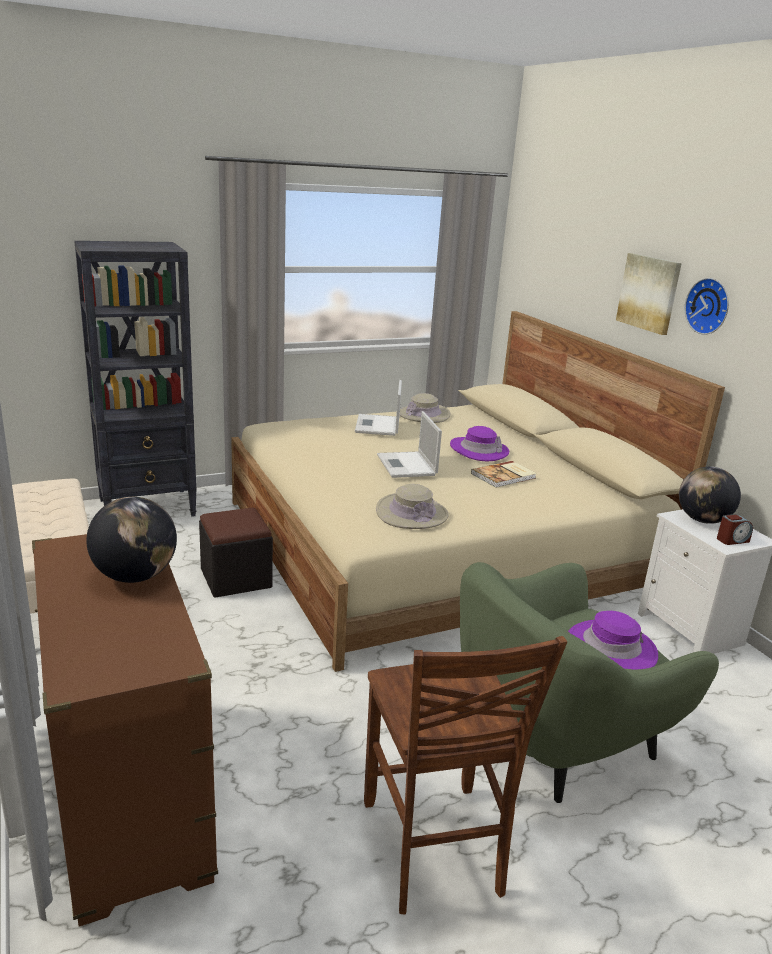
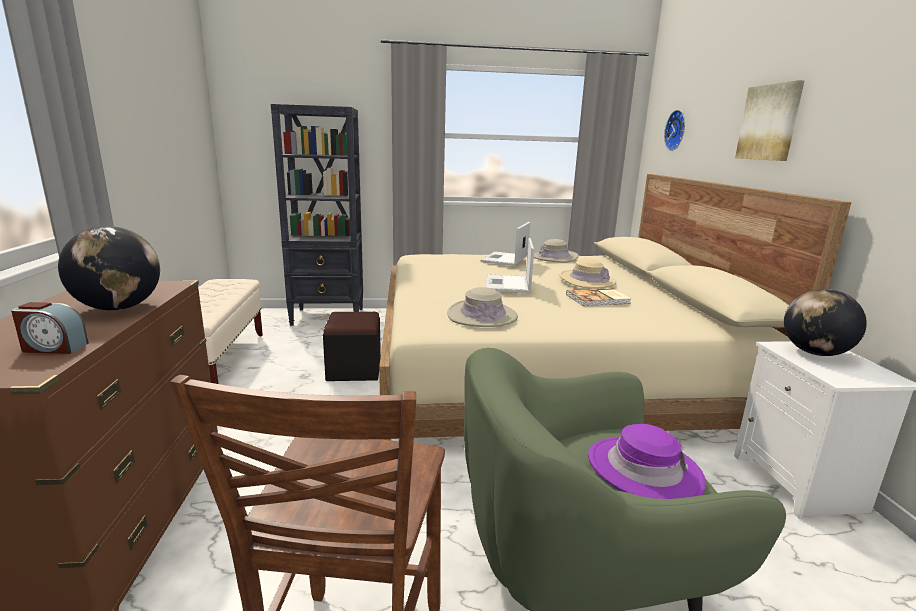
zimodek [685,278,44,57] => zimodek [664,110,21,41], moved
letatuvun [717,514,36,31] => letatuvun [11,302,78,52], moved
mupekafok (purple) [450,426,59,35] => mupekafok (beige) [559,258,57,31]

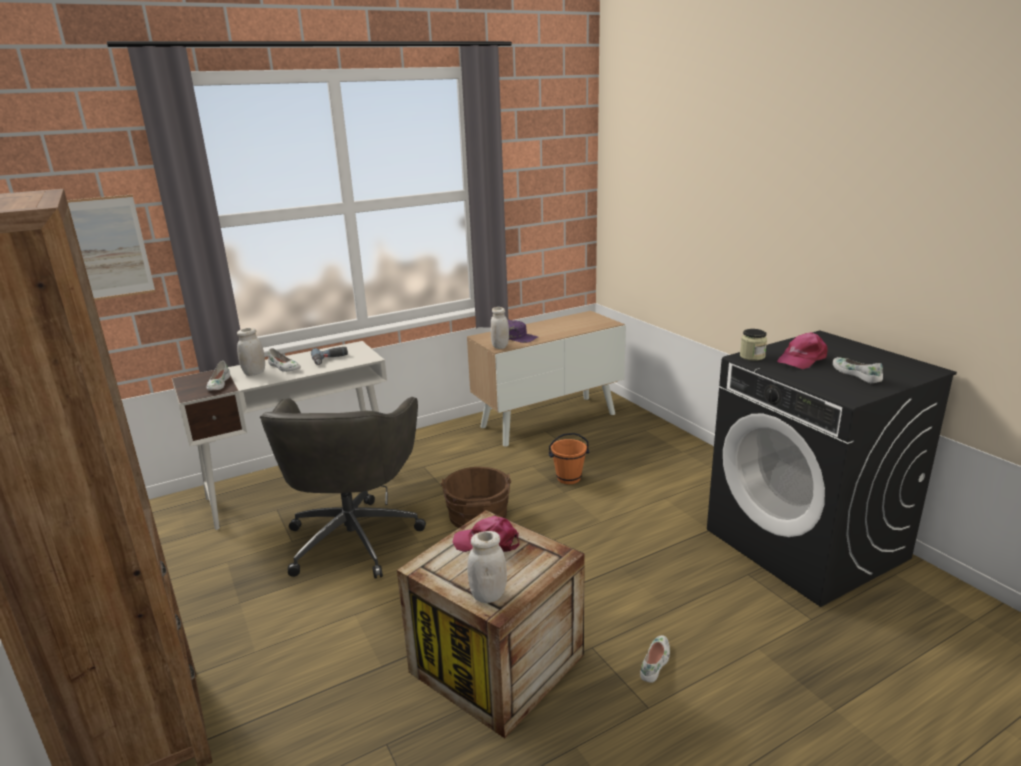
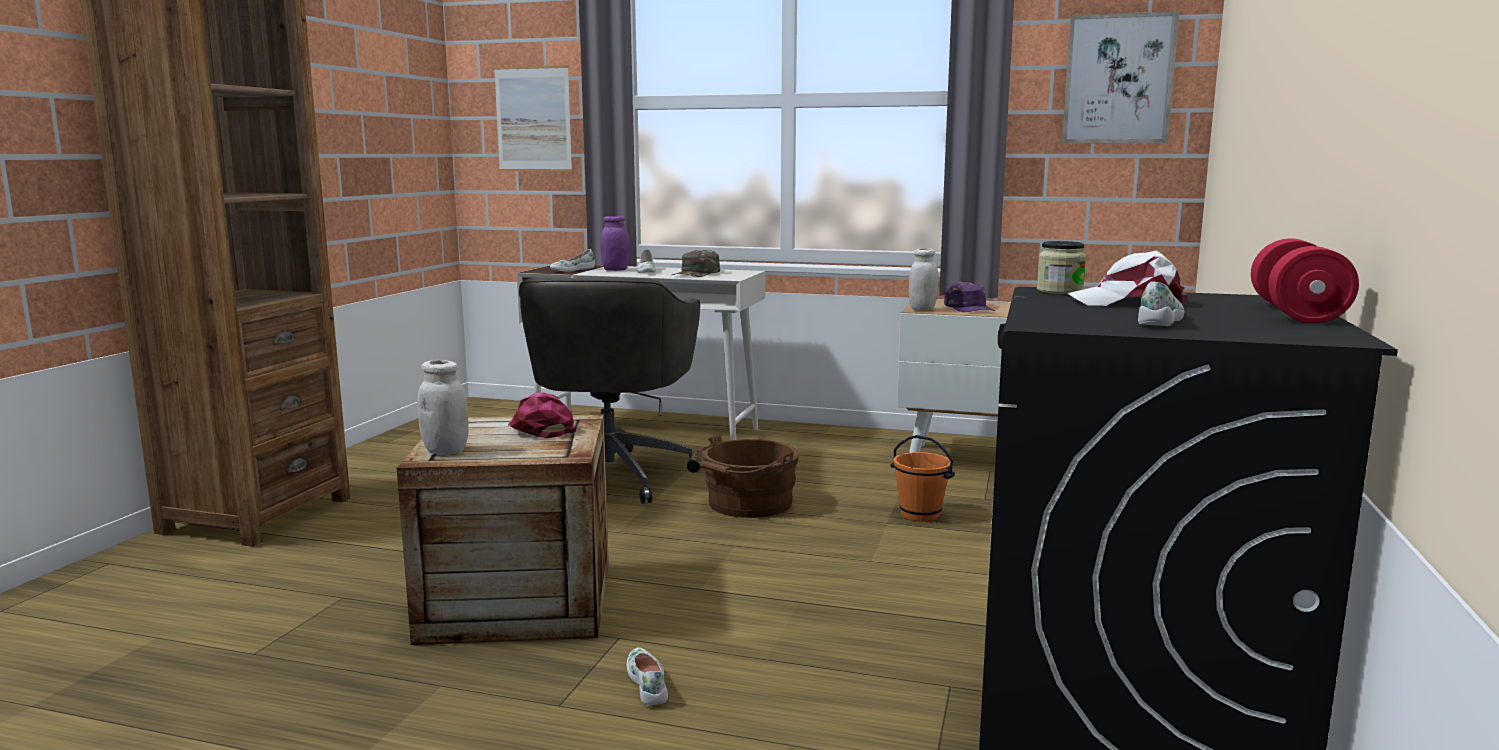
nothing => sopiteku [1062,11,118,133]
nothing => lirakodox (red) [1251,238,108,85]
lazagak [311,347,37,18] => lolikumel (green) [672,250,48,27]
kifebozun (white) [237,328,28,48] => kifebozun (purple) [601,216,29,55]
lolikumel (pink) [777,332,51,37] => lolikumel (white) [1068,250,120,56]
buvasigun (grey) [260,397,166,182] => buvasigun (grey) [519,278,182,226], 45 degrees counterclockwise
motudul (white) [640,635,30,48] => motudul (white) [627,647,41,58], 90 degrees counterclockwise

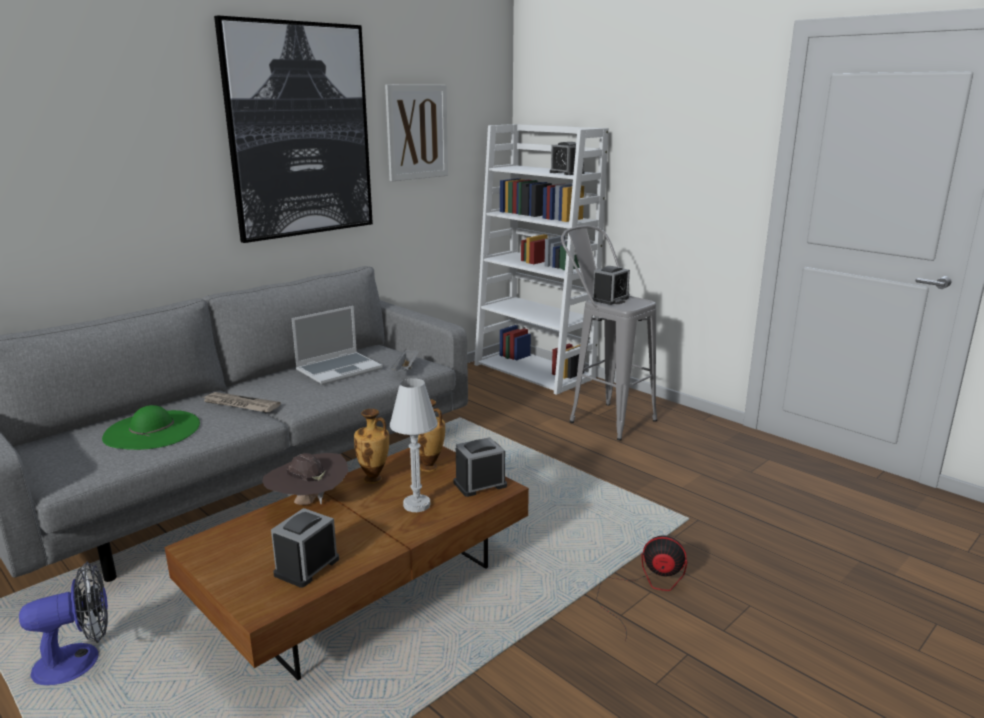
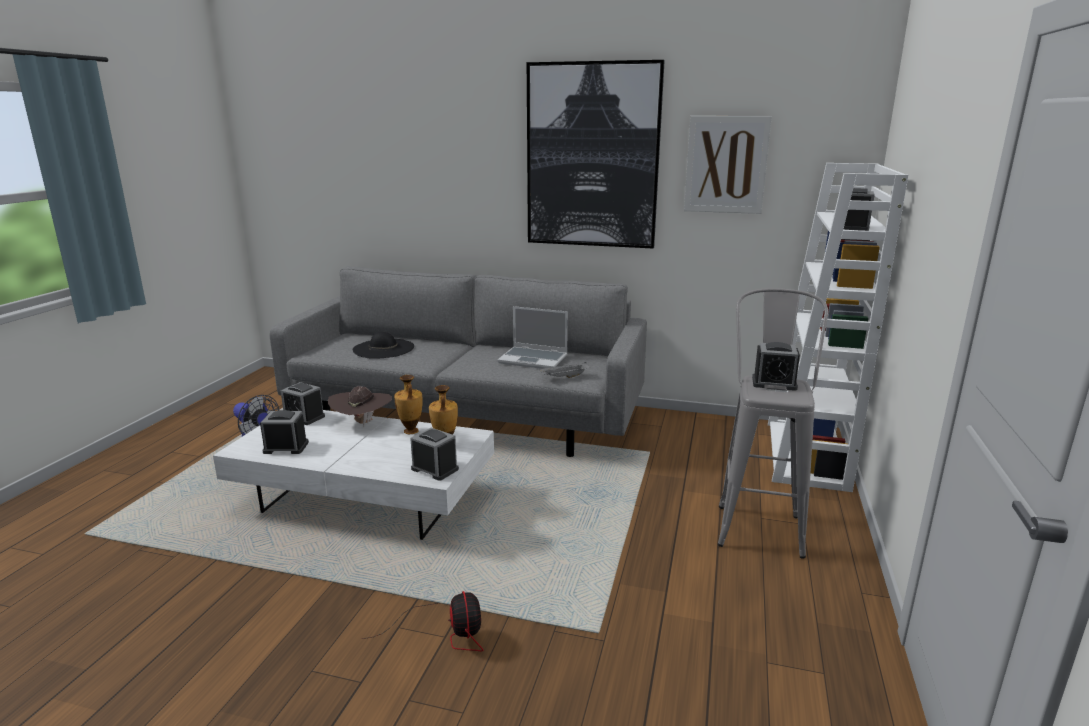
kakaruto [203,392,78,20] => nothing
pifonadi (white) [390,378,48,134] => nothing
nothing => letatuvun [280,382,45,43]
mupekafok (green) [102,405,98,45] => mupekafok (black) [352,331,62,28]
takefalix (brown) [165,446,364,234] => takefalix (white) [213,410,281,130]

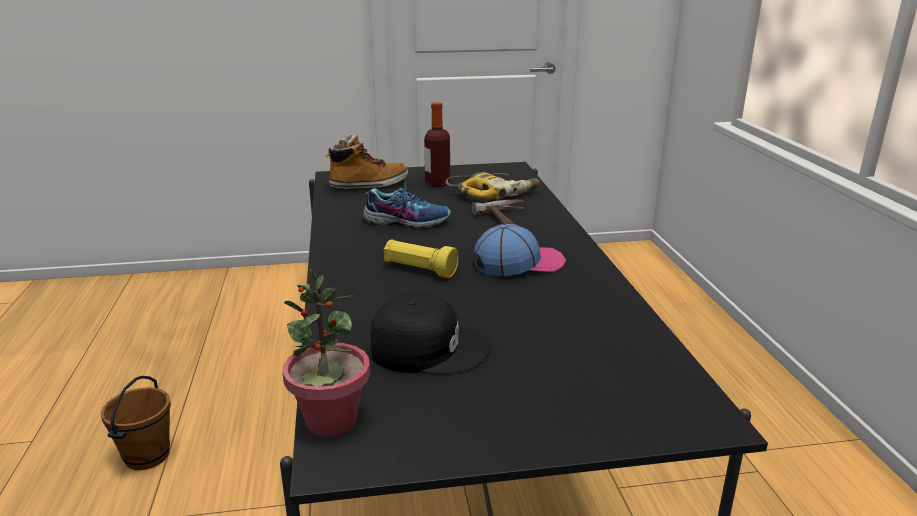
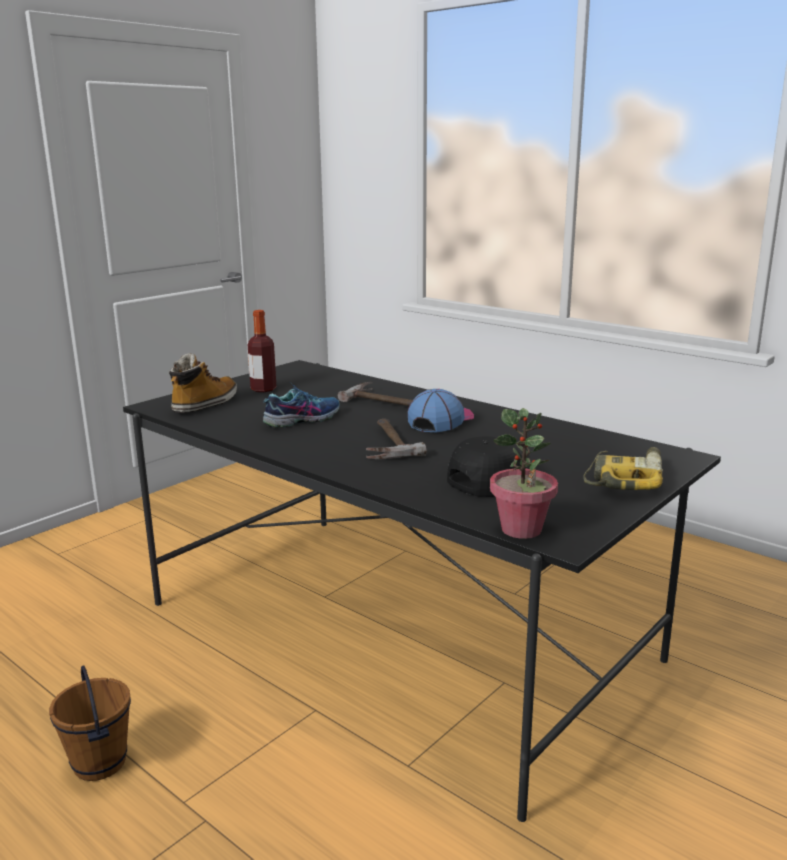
lazagak [445,172,95,28] => lazagak [583,447,80,43], moved
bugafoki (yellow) [384,239,75,39] => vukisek [366,419,61,40]

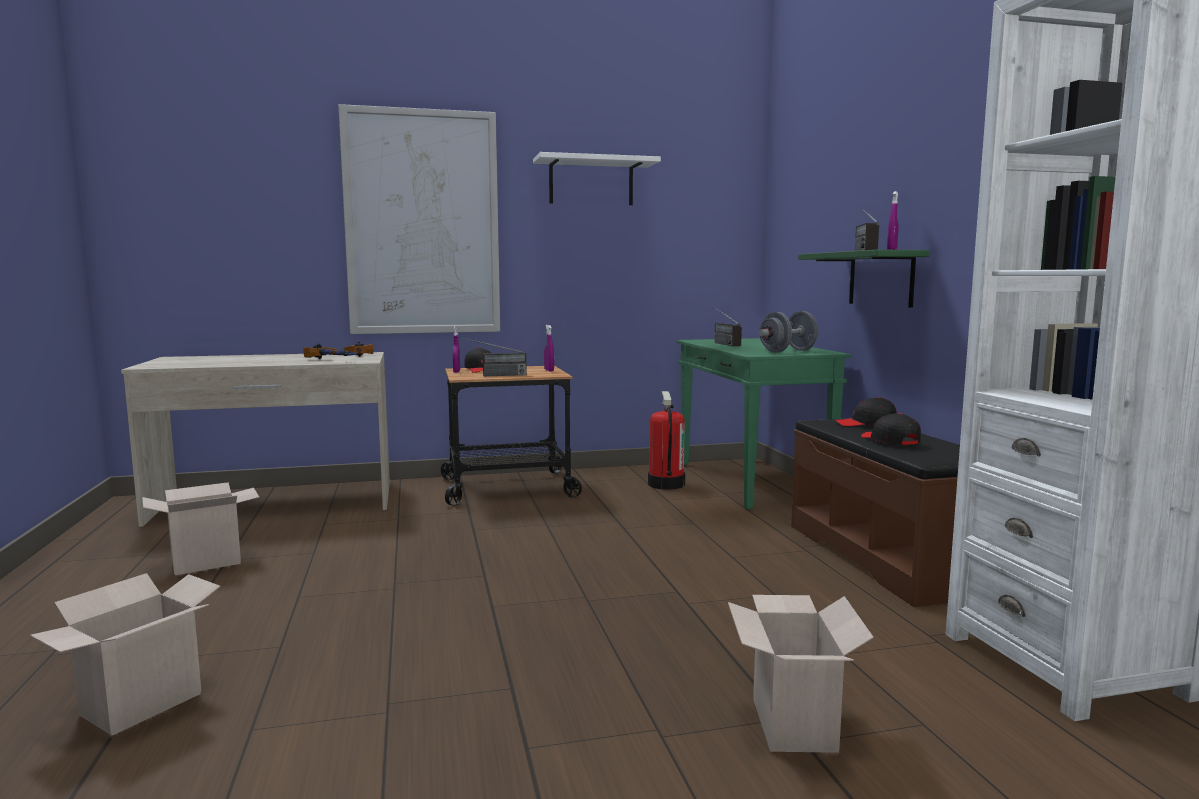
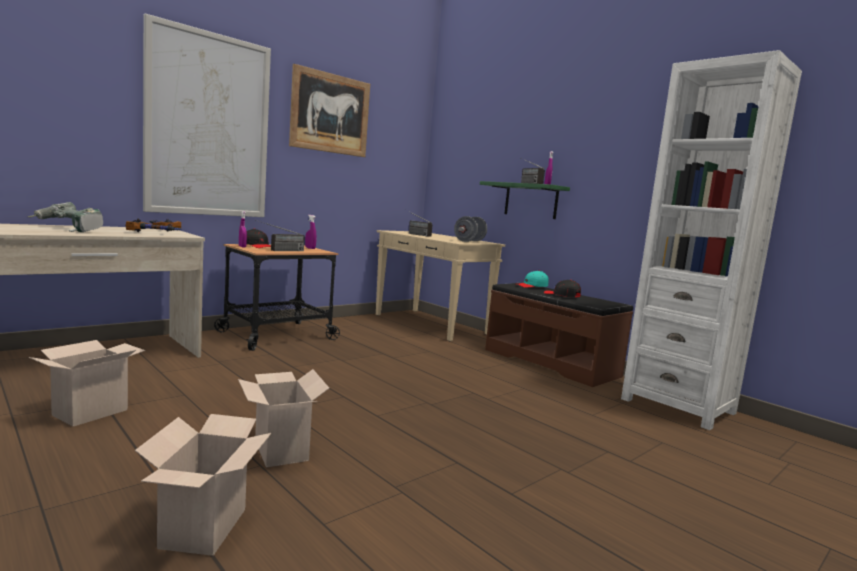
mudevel [648,391,37,99] => nothing
nothing => lazagak [28,202,75,30]
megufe [728,595,146,158] => megufe [238,369,91,98], moved
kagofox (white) [533,152,128,53] => sopiteku [289,64,81,93]
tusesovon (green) [676,338,175,172] => tusesovon (beige) [376,230,129,111]
lolikumel (black) [835,397,62,29] => lolikumel (turquoise) [515,271,34,17]

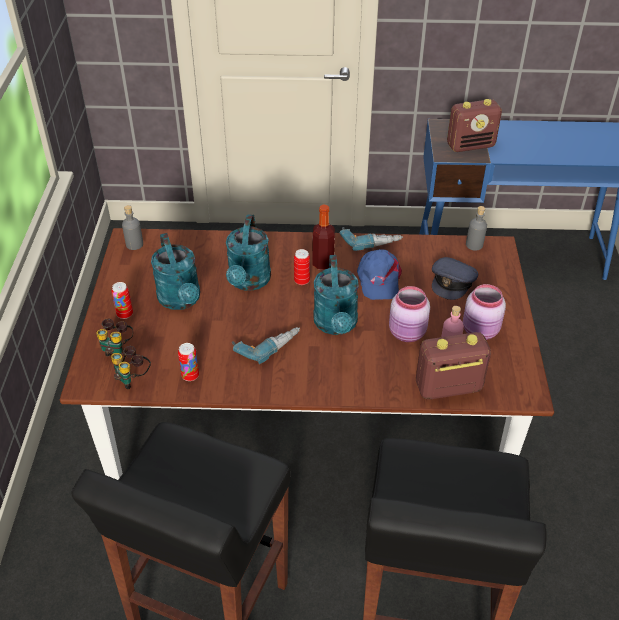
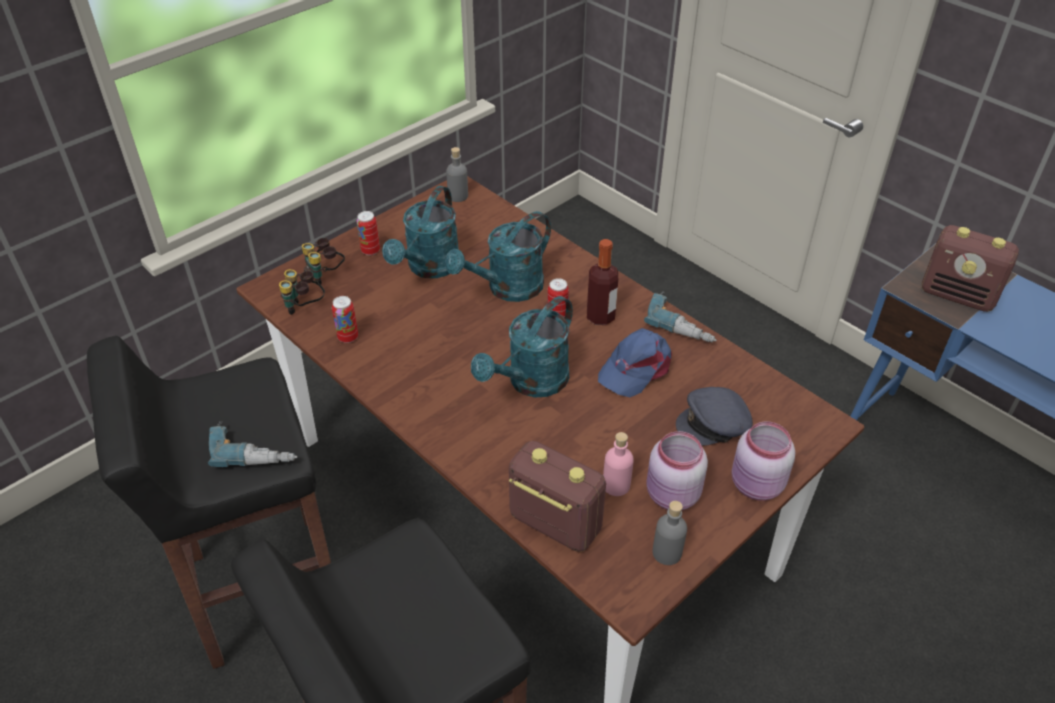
lazagak [232,327,68,37] => lazagak [208,421,89,46], moved
kifebozun (pink) [389,286,41,56] => kifebozun (pink) [731,421,64,80], moved
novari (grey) [466,206,21,45] => novari (grey) [653,501,34,64], moved

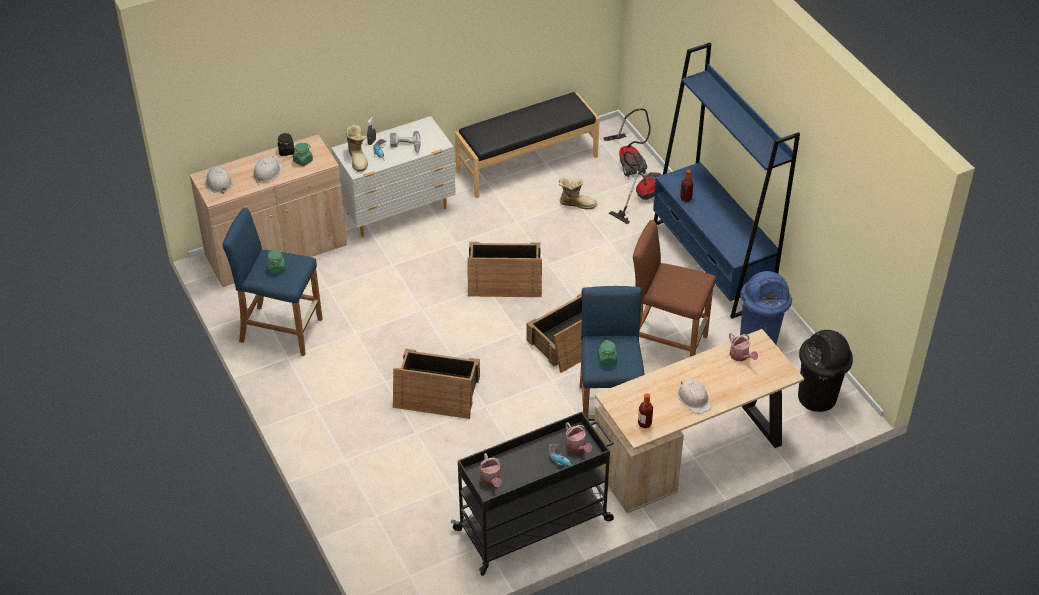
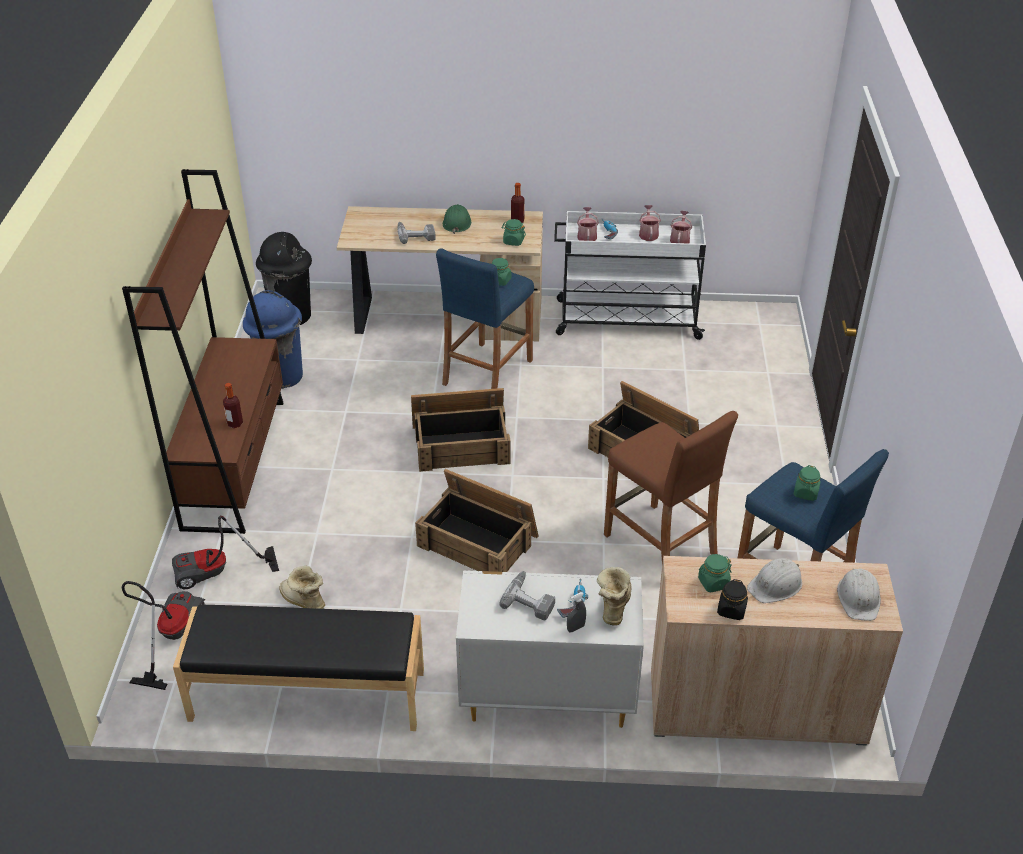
nothing => lazagak [398,222,38,22]
nothing => kifebozun (green) [501,219,25,27]
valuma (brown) [633,220,83,137] => valuma (brown) [604,411,134,152], moved
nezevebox [729,333,29,28] => nezevebox [639,205,22,36], moved
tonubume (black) [451,412,163,164] => tonubume (white) [554,211,152,129]
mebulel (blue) [653,43,147,276] => mebulel (brown) [122,169,161,365]
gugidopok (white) [677,379,34,35] => gugidopok (green) [443,204,28,30]

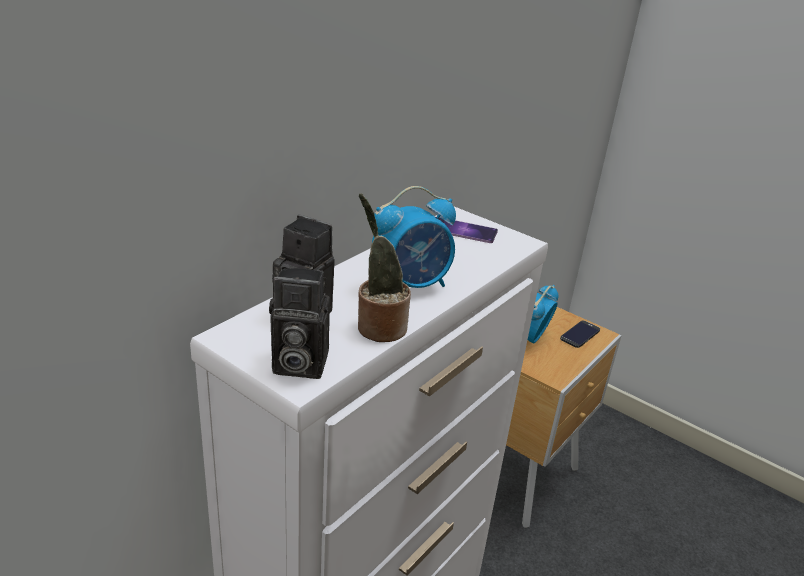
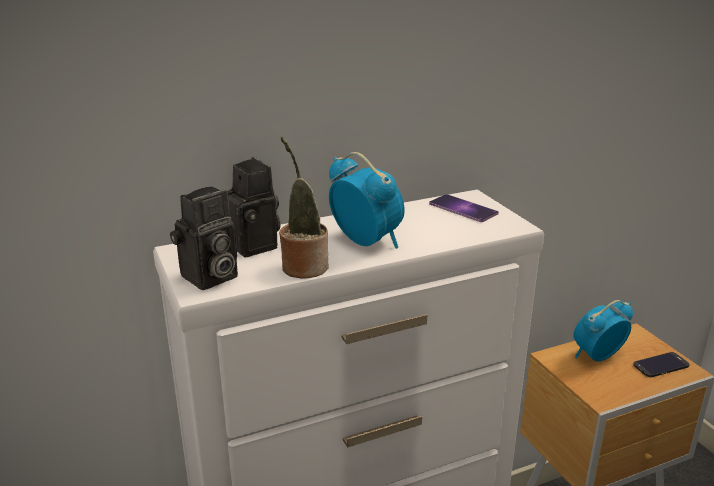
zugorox [269,267,61,112] => zugorox [170,186,68,104], 75 degrees counterclockwise
letatuvun [372,186,84,102] => letatuvun [329,152,76,97], 135 degrees counterclockwise

